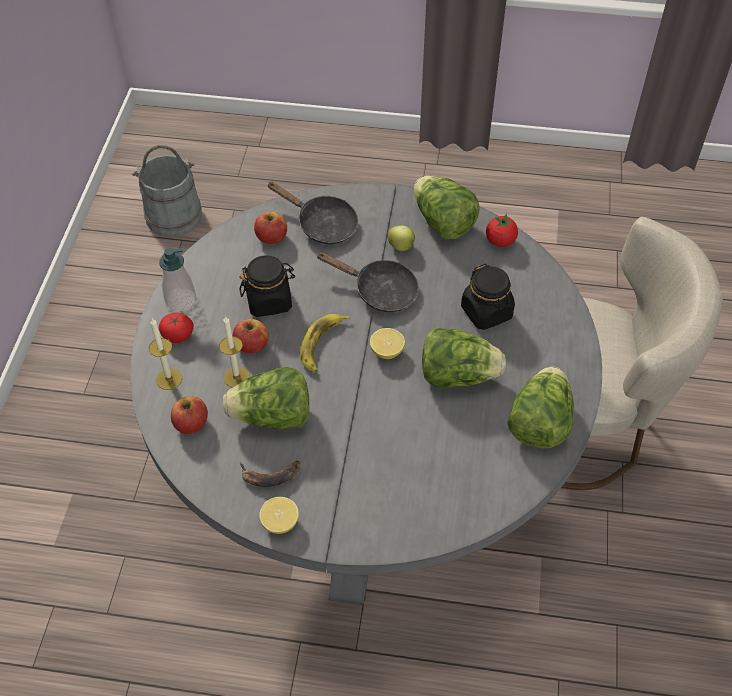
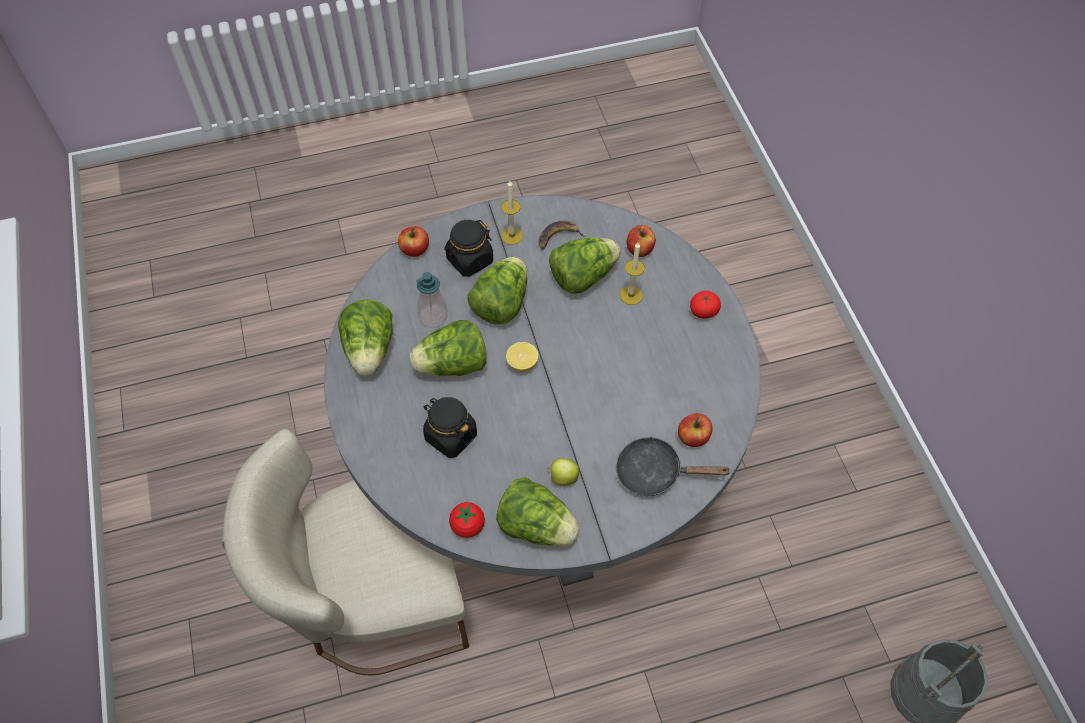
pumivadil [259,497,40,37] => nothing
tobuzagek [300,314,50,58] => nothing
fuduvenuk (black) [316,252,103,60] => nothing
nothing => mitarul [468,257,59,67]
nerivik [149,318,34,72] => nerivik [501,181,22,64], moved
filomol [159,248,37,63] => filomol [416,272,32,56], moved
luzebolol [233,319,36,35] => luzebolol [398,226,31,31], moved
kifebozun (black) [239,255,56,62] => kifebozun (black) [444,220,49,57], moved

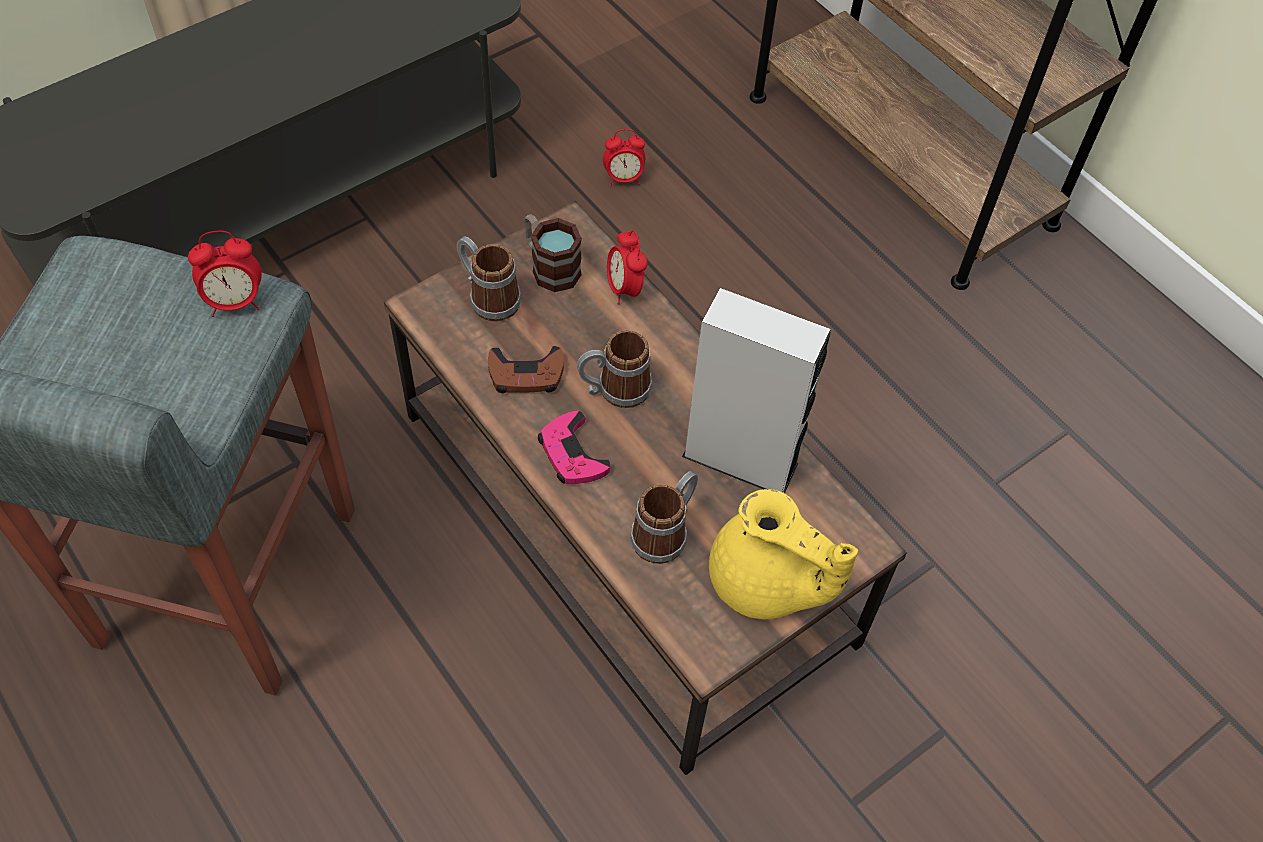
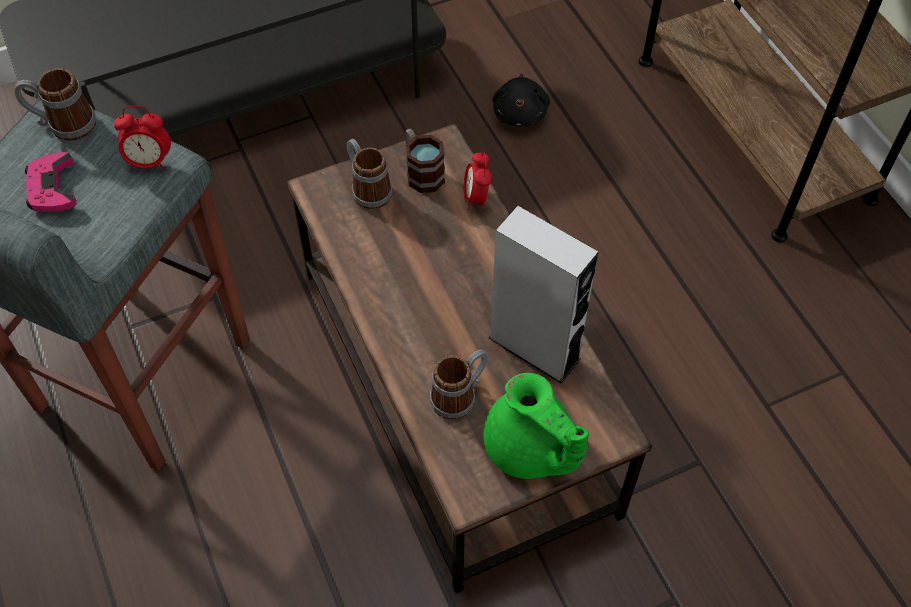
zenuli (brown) [488,346,76,47] => nothing
zenuli (pink) [538,411,72,73] => zenuli (pink) [25,152,52,60], moved
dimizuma [577,330,75,78] => dimizuma [14,68,82,73], moved
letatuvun [603,129,42,57] => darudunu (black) [492,74,58,53]
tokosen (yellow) [709,489,149,130] => tokosen (green) [483,373,106,106]

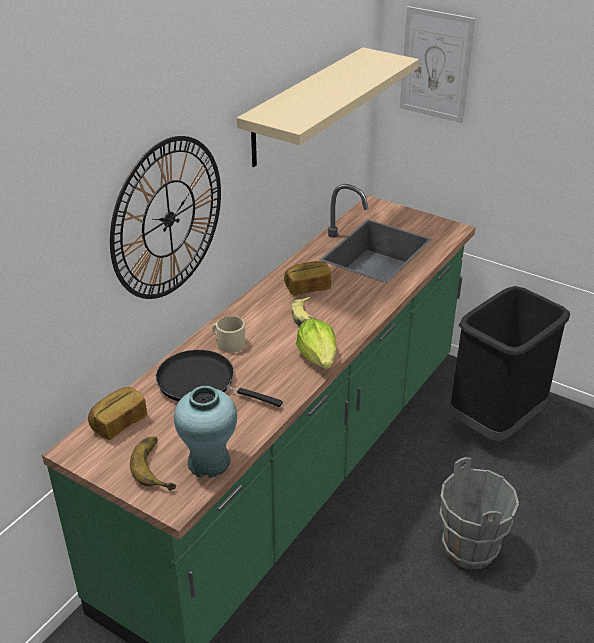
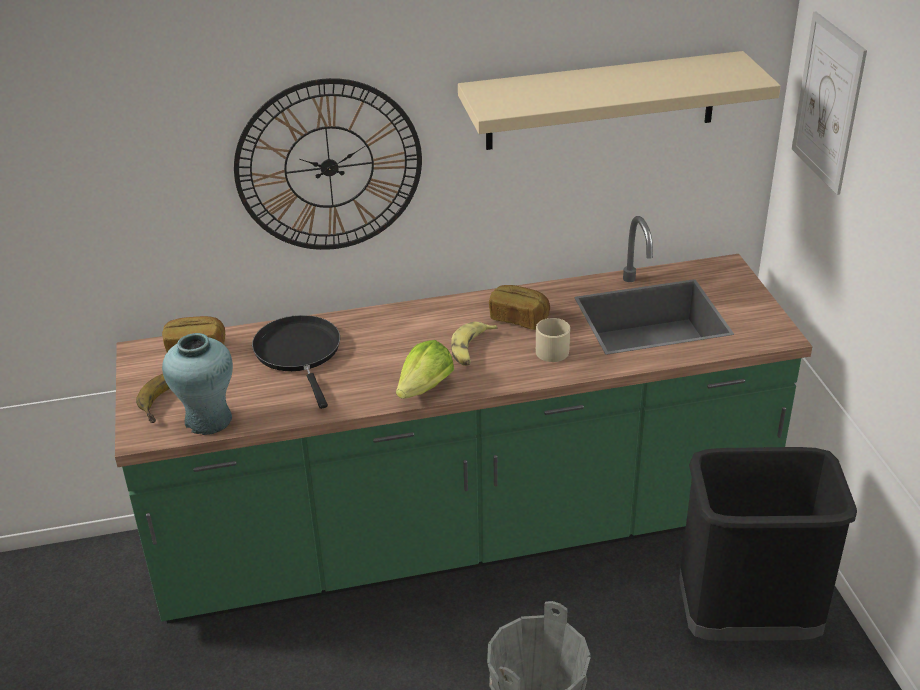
dimizuma (beige) [212,316,33,37] => dimizuma (beige) [536,318,34,44], moved

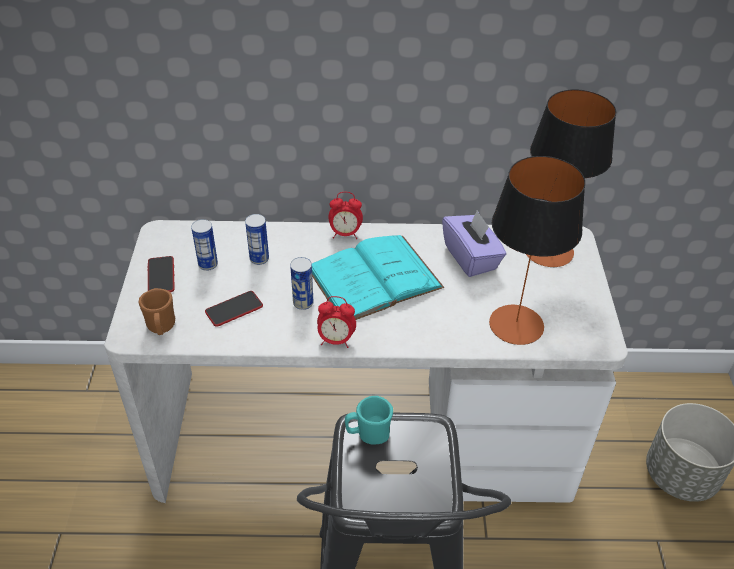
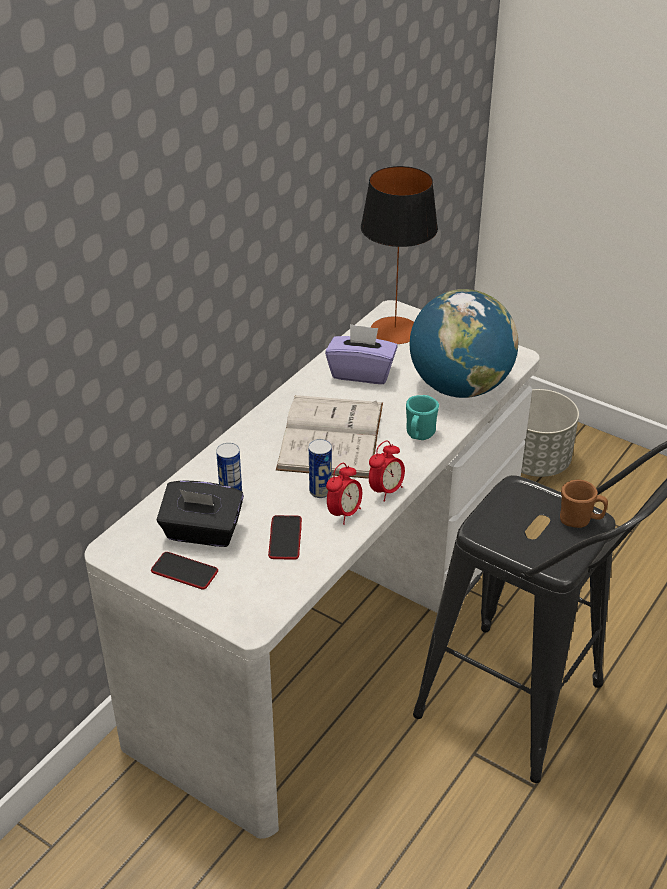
dimizuma (brown) [139,288,36,47] => dimizuma (brown) [560,480,48,48], moved
letatuvun [328,192,35,47] => letatuvun [326,463,36,62], moved
dimizuma (turquoise) [345,396,48,49] => dimizuma (turquoise) [406,395,33,45], moved
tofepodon [191,219,27,52] => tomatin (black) [157,480,87,67]
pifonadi [489,156,96,189] => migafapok [410,289,108,109]
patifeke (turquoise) [312,235,132,85] => patifeke (white) [276,395,107,84]

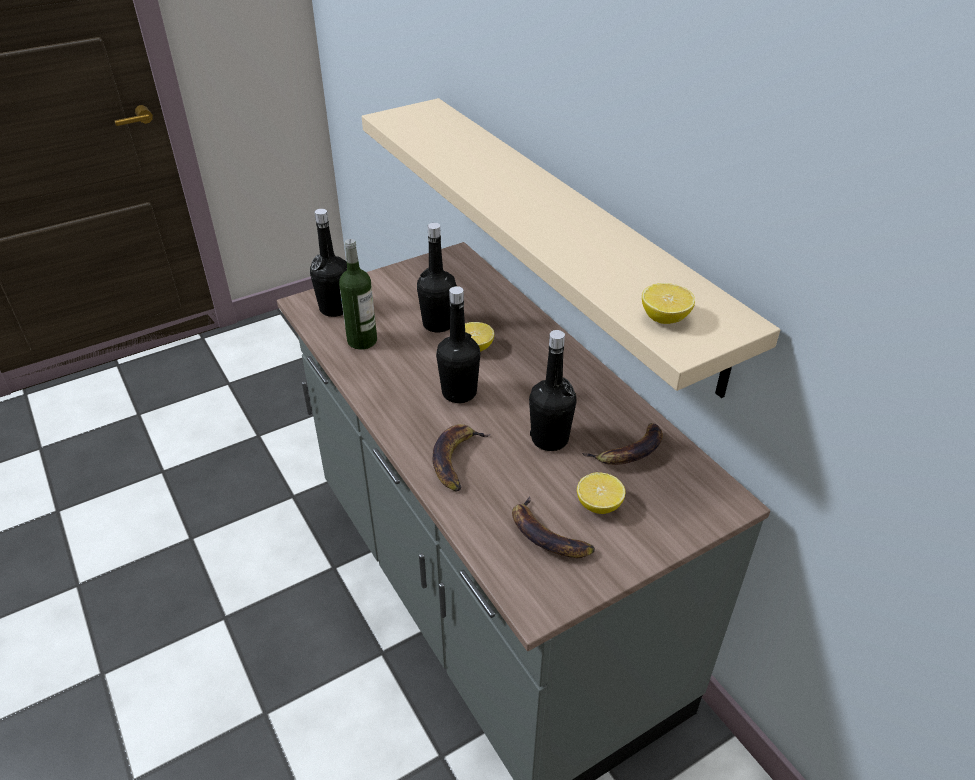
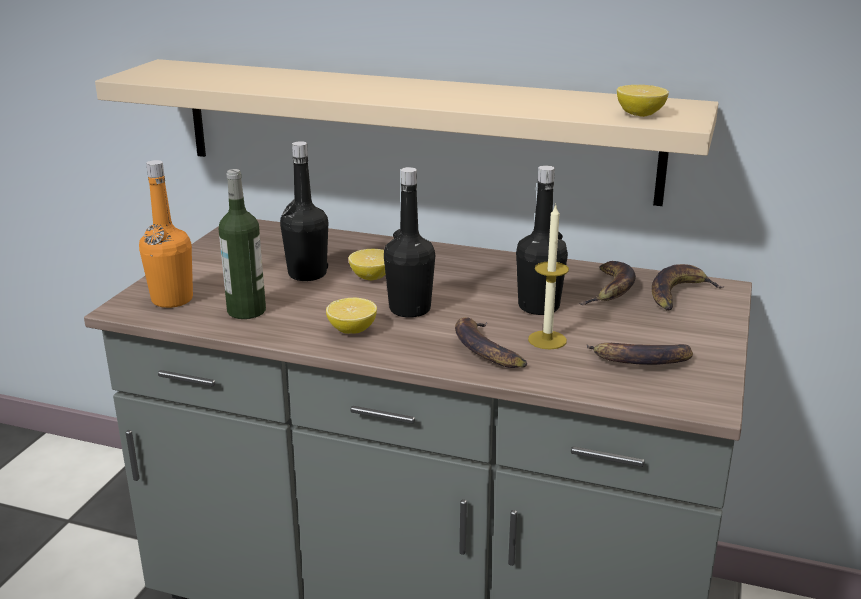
nothing => nerivik [528,204,41,145]
nothing => tobuzagek [652,264,73,46]
pumivadil [577,472,48,42] => pumivadil [326,298,51,36], moved
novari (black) [310,209,37,108] => novari (orange) [139,160,54,148]

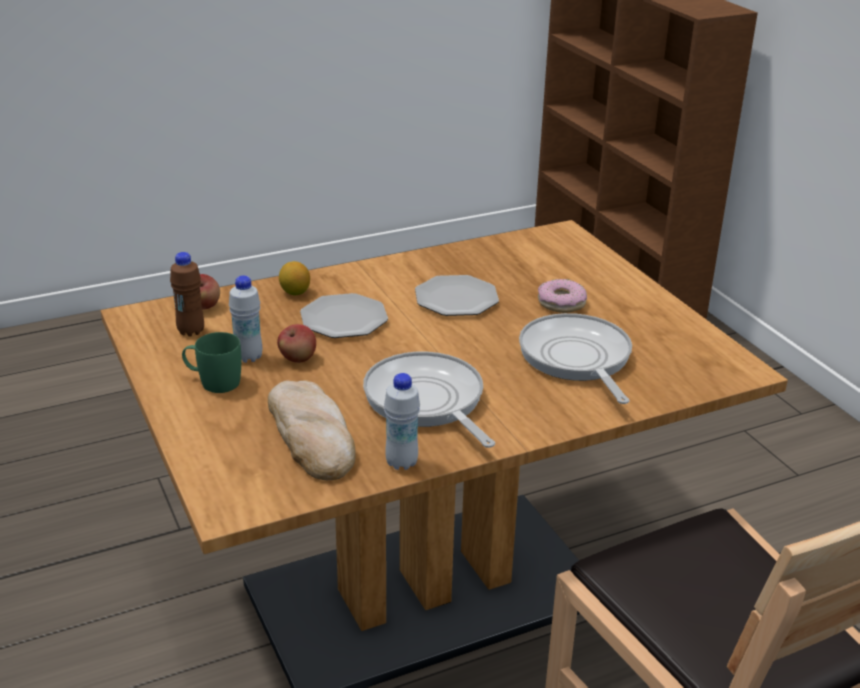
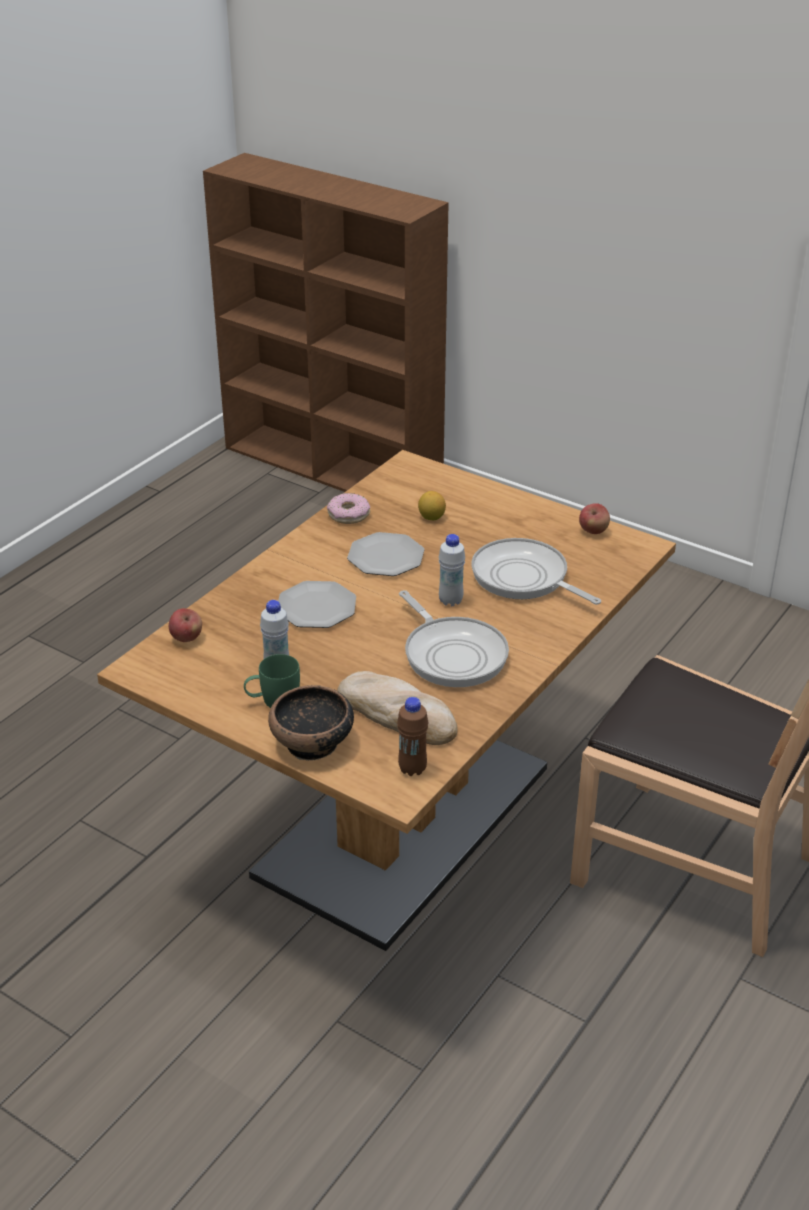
nothing => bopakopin [268,685,86,75]
novari (brown) [170,252,34,85] => novari (brown) [397,697,31,79], moved
luzebolol [277,324,39,39] => luzebolol [579,503,31,31], moved
pumivadil [279,261,31,35] => pumivadil [418,491,28,29], moved
novari (white) [384,373,36,97] => novari (white) [439,534,26,72], moved
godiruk [538,279,49,34] => godiruk [327,493,43,31], moved
fuduvenuk [363,352,132,96] => fuduvenuk [399,590,110,97], 150 degrees counterclockwise

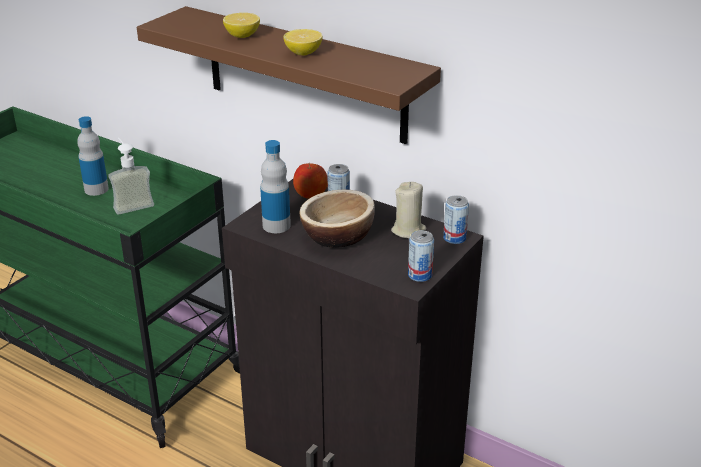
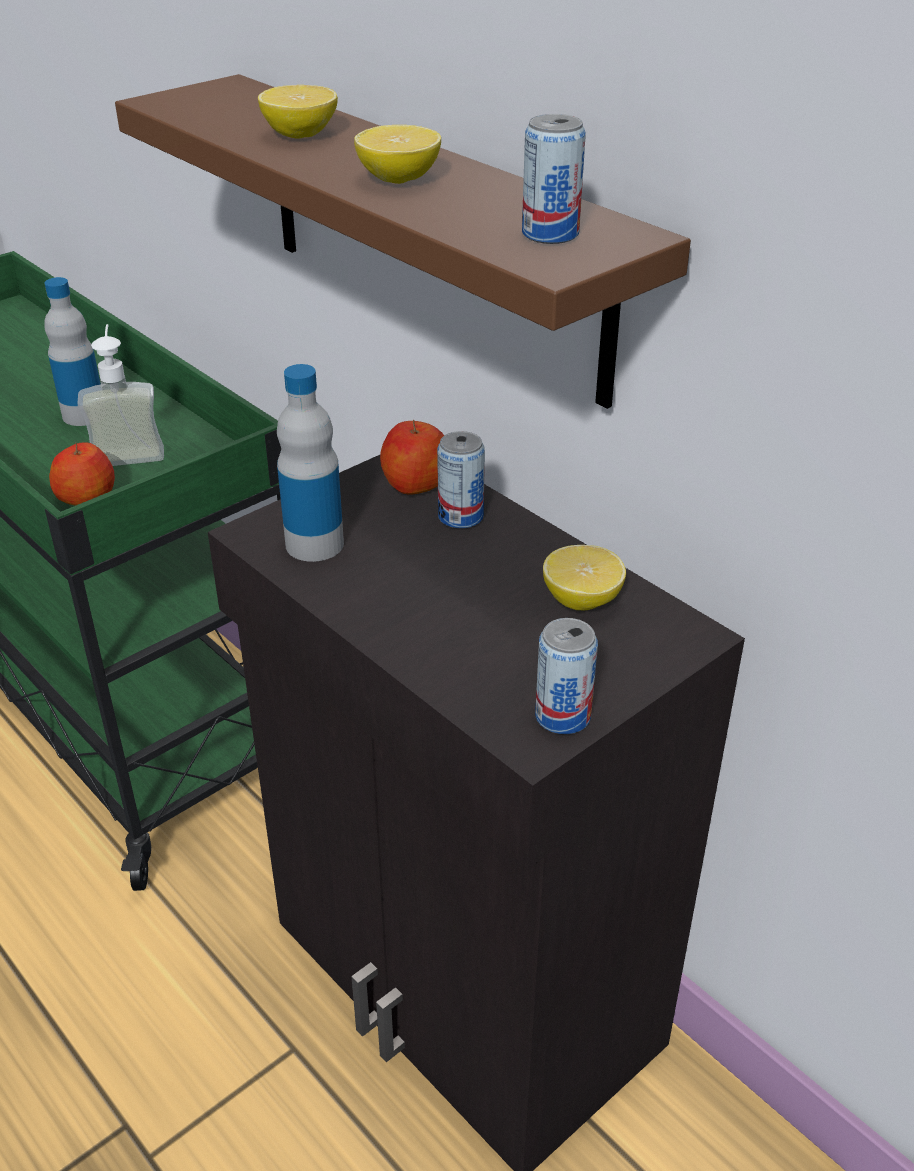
bopakopin [300,190,75,58] => nothing
nothing => luzebolol [49,442,66,63]
tofepodon [443,195,26,49] => tofepodon [522,114,64,130], moved
nerivik (beige) [391,182,35,56] => pumivadil [543,545,83,65]

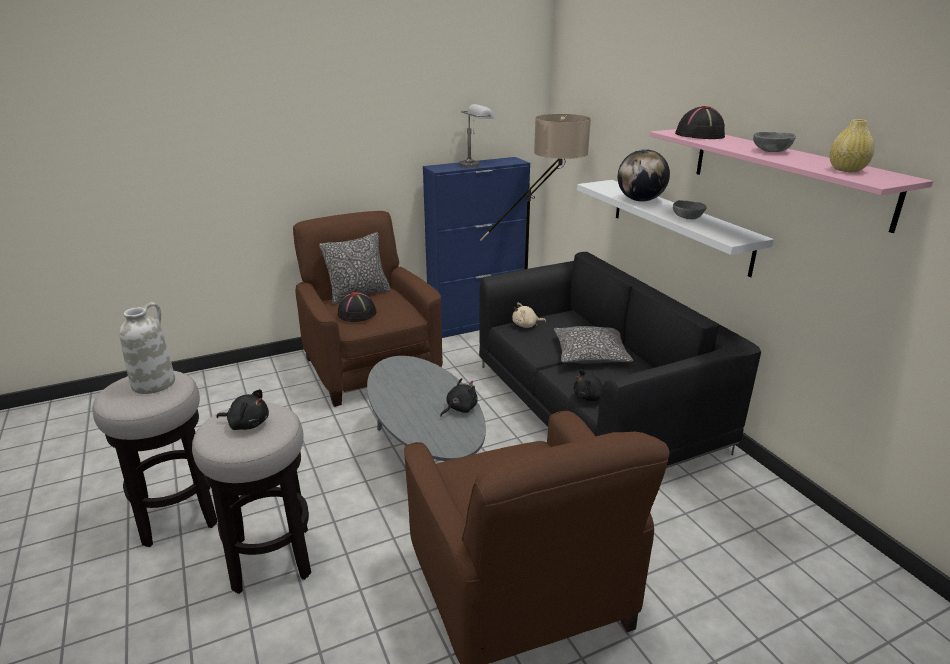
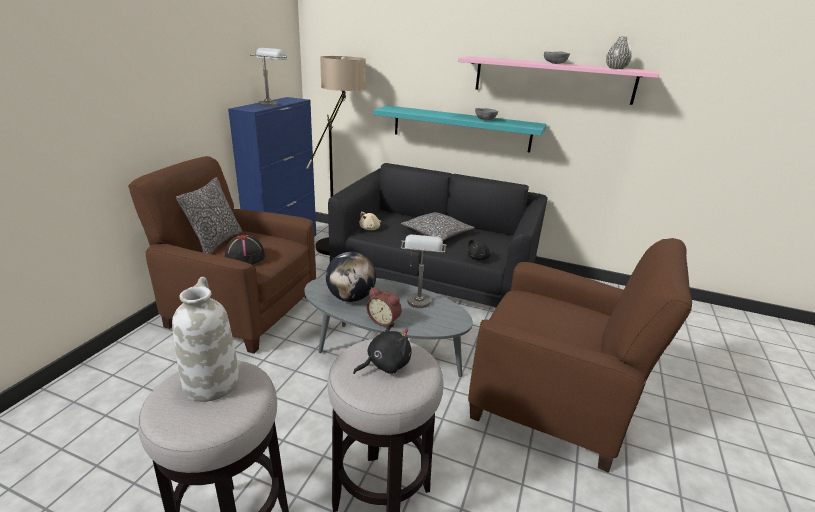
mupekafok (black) [675,106,50,33] => nothing
nothing => letatuvun [366,287,36,40]
migafapok [618,149,52,53] => migafapok [326,252,50,50], moved
darudunu (black) [440,378,37,39] => pifonadi (grey) [401,235,46,73]
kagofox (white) [577,180,197,97] => kagofox (turquoise) [373,105,174,48]
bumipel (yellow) [829,119,45,53] => bumipel (grey) [606,36,26,33]

